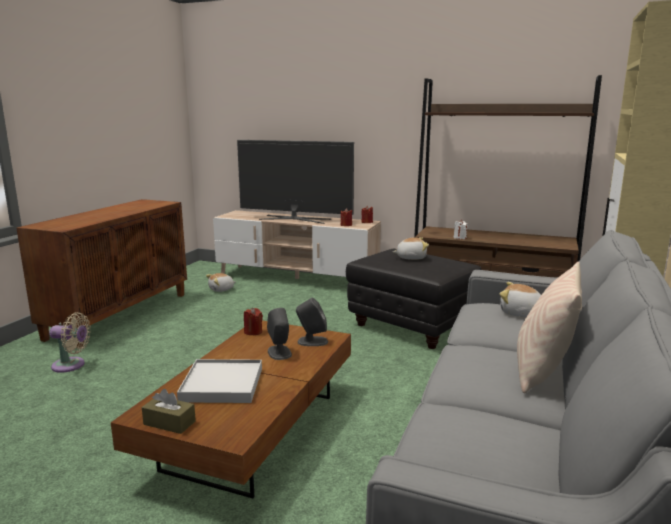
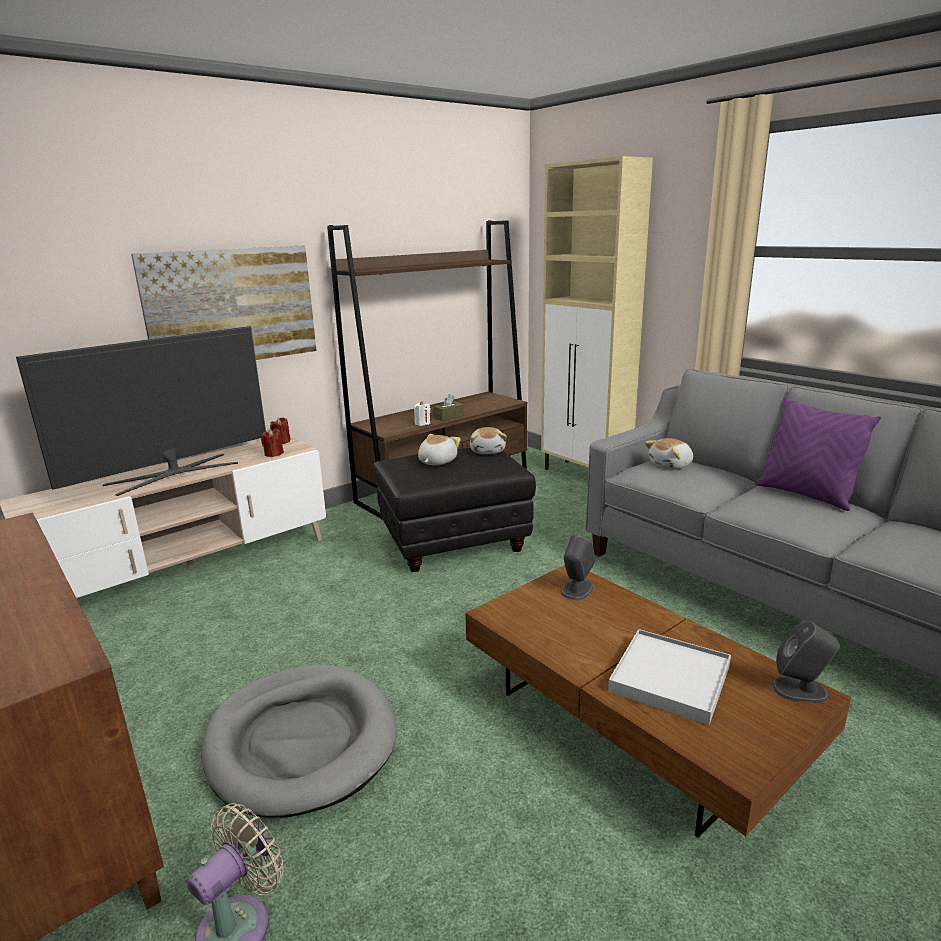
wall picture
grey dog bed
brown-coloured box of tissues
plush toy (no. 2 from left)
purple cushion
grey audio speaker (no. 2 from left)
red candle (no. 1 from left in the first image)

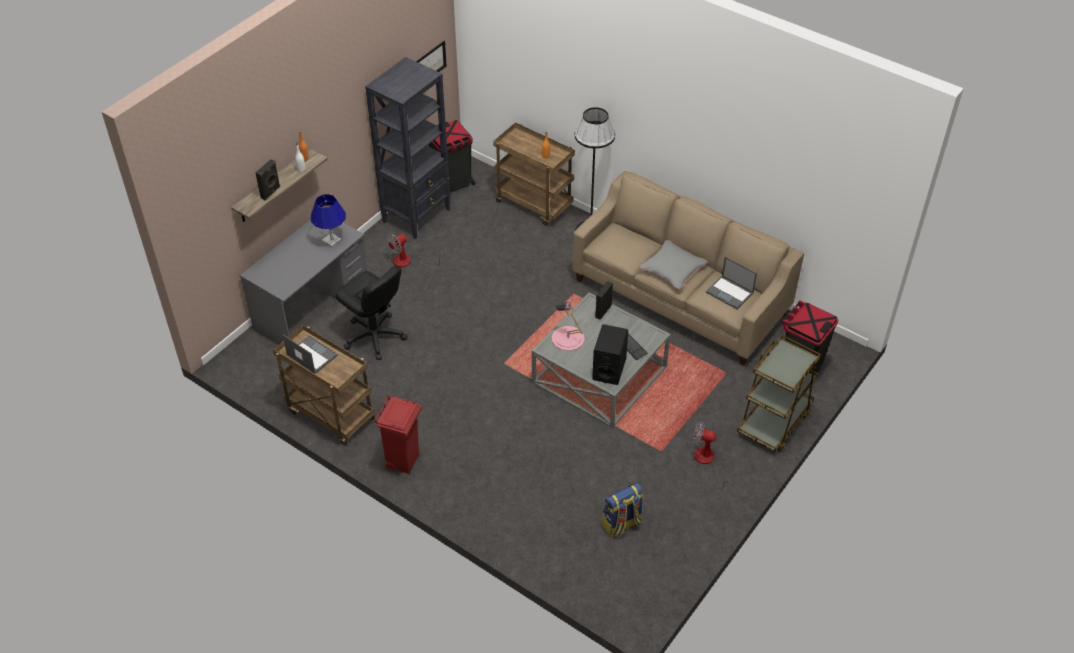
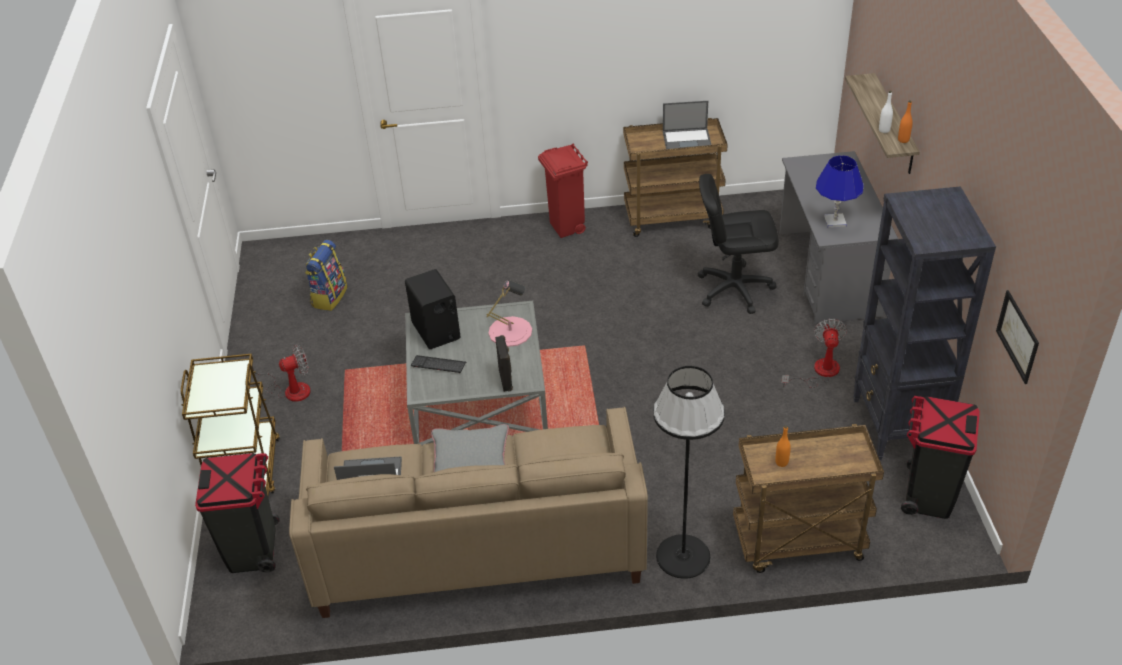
black-coloured audio speaker (no. 1 from left in the first image)

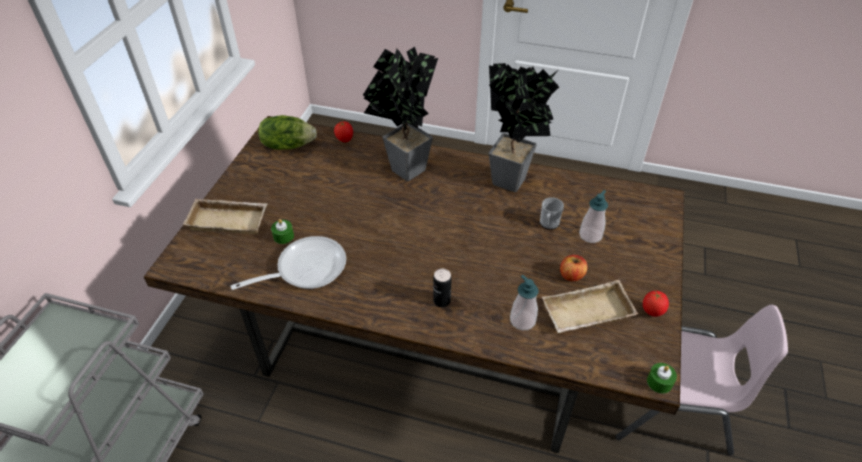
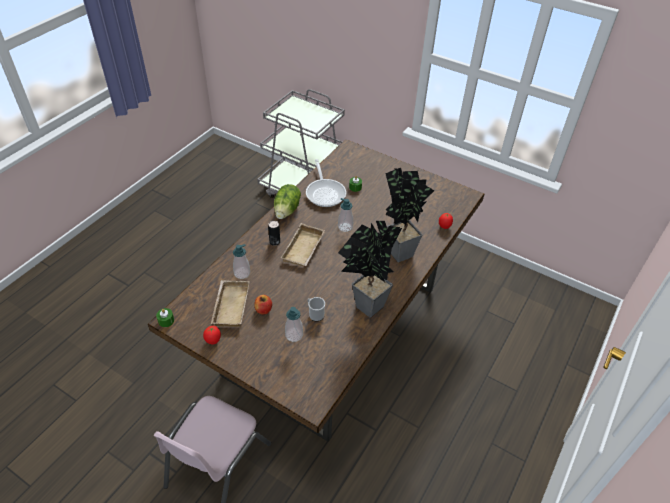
lettuce head
beige carrying tray (no. 2 from left)
soap bottle (no. 3 from left)

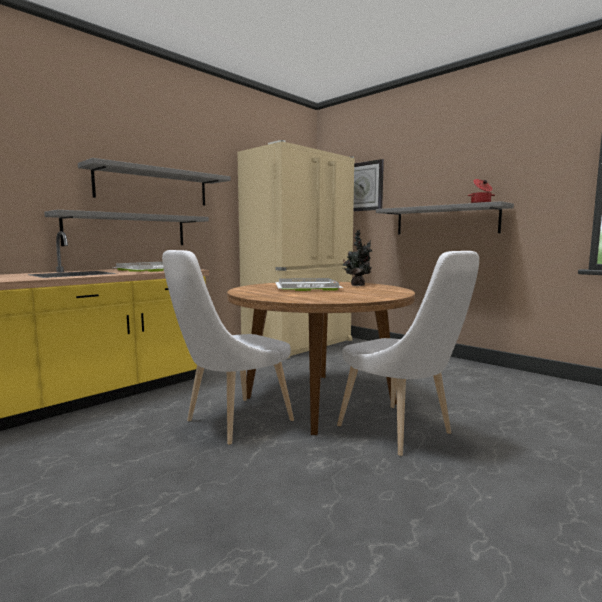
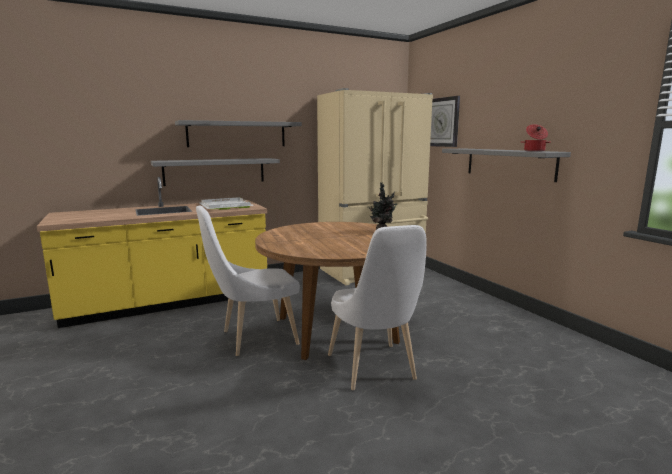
white carrying tray (no. 2 from left in the first image)

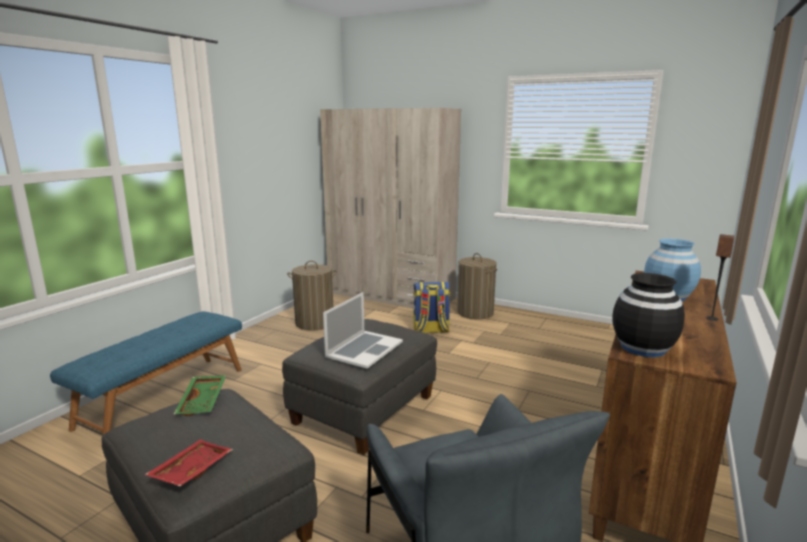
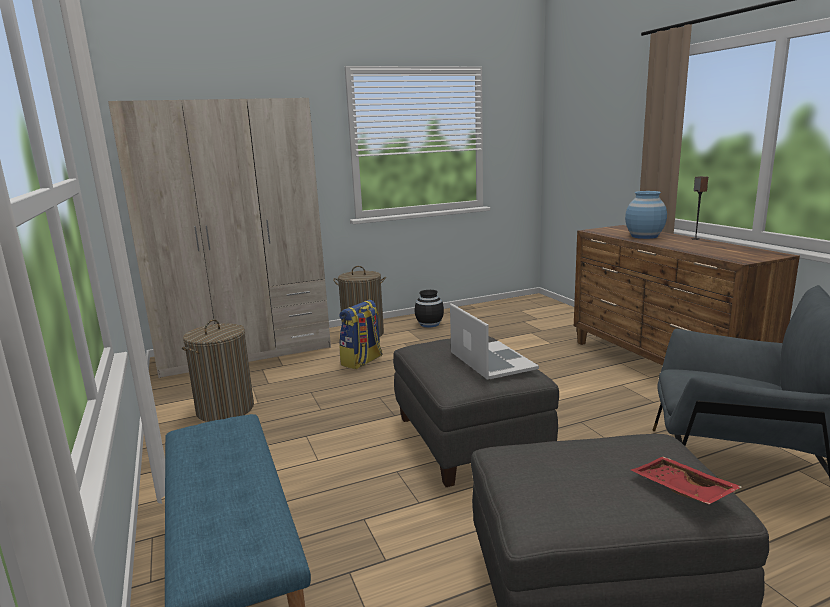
black-coloured flower vase
green carrying tray

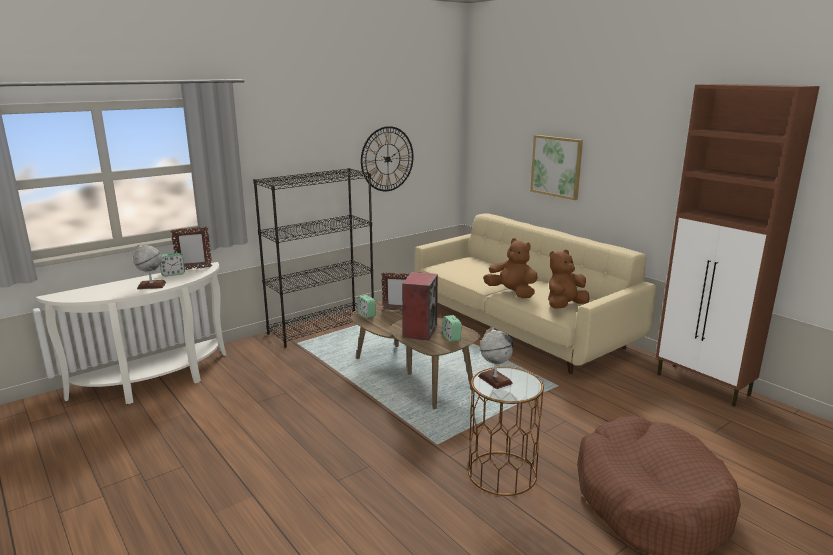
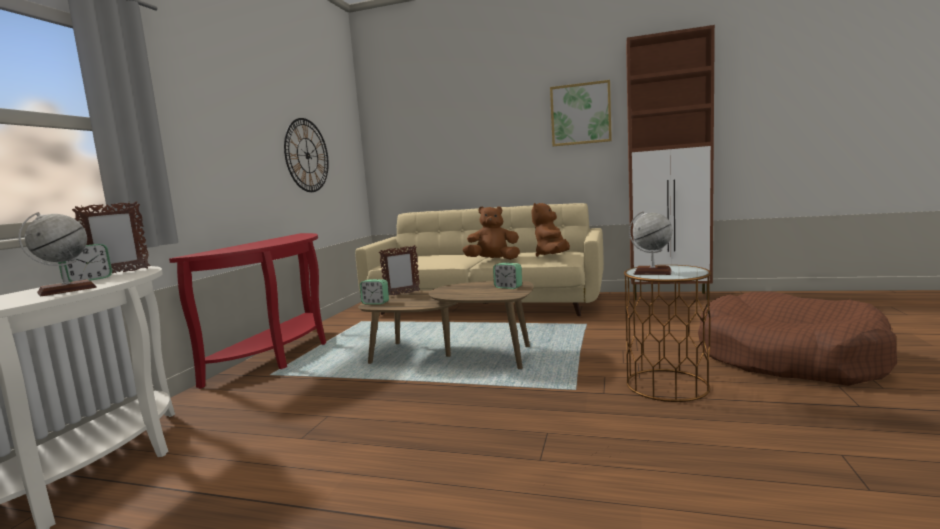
red console table
wall picture
audio speaker

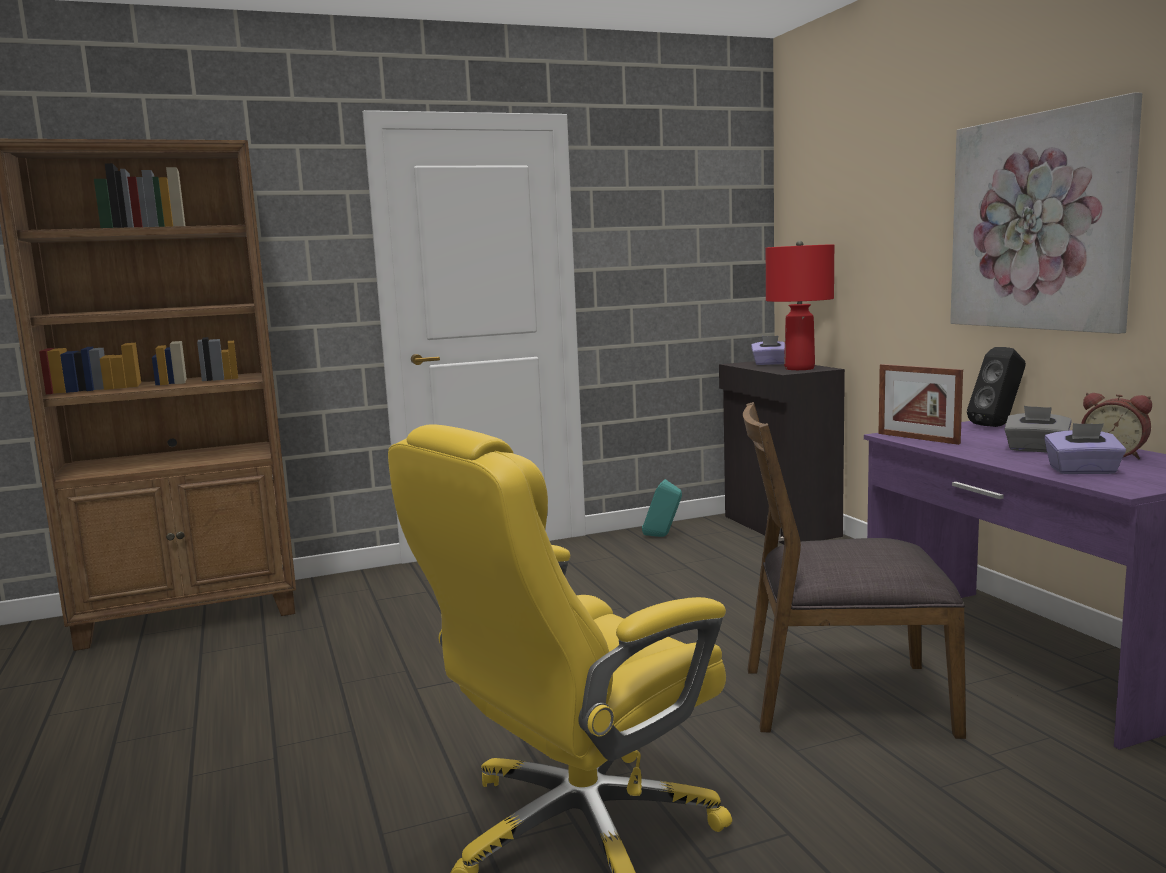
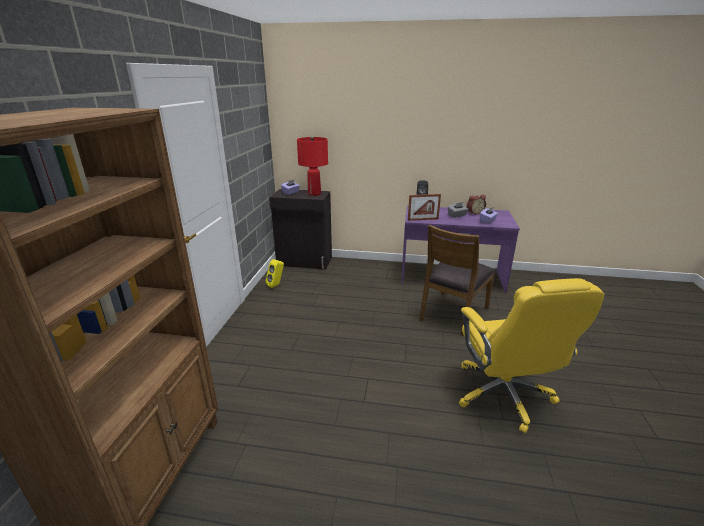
yellow audio speaker
wall picture

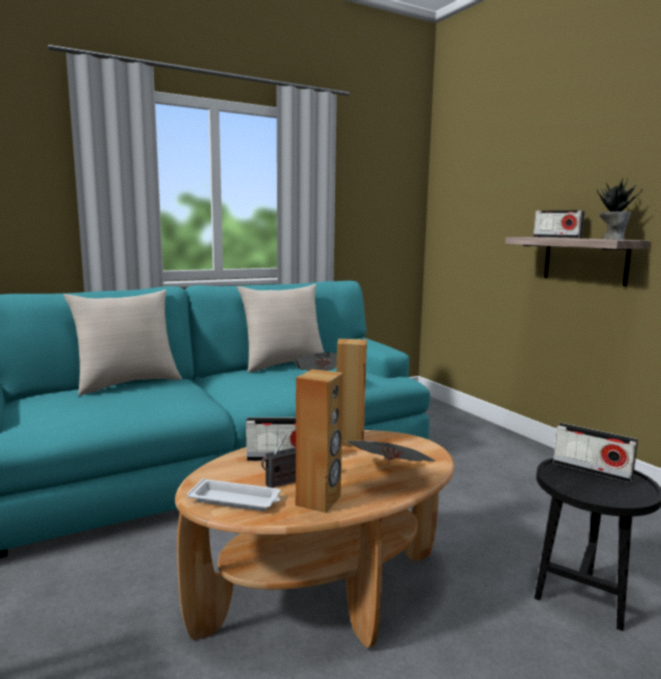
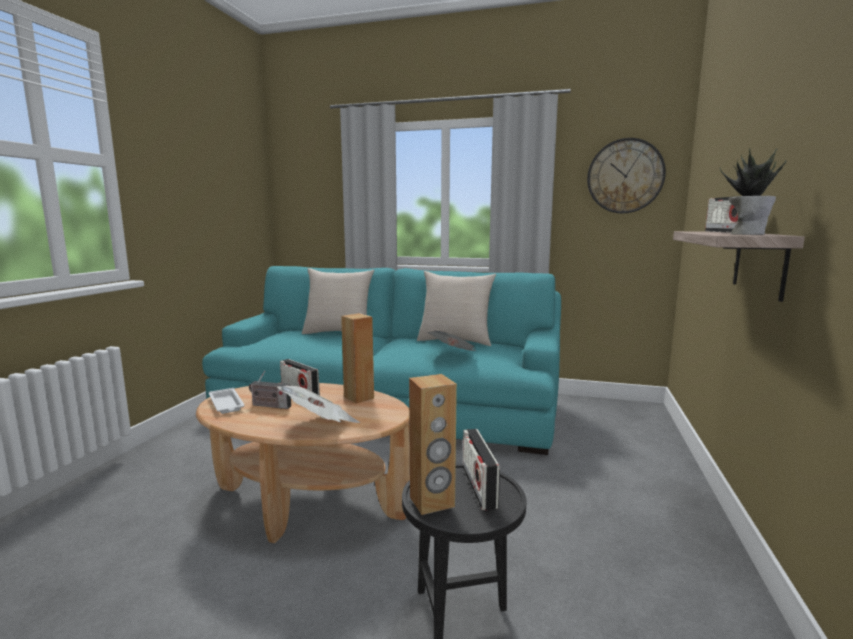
brown-coloured audio speaker (no. 2 from left)
clock on the wall

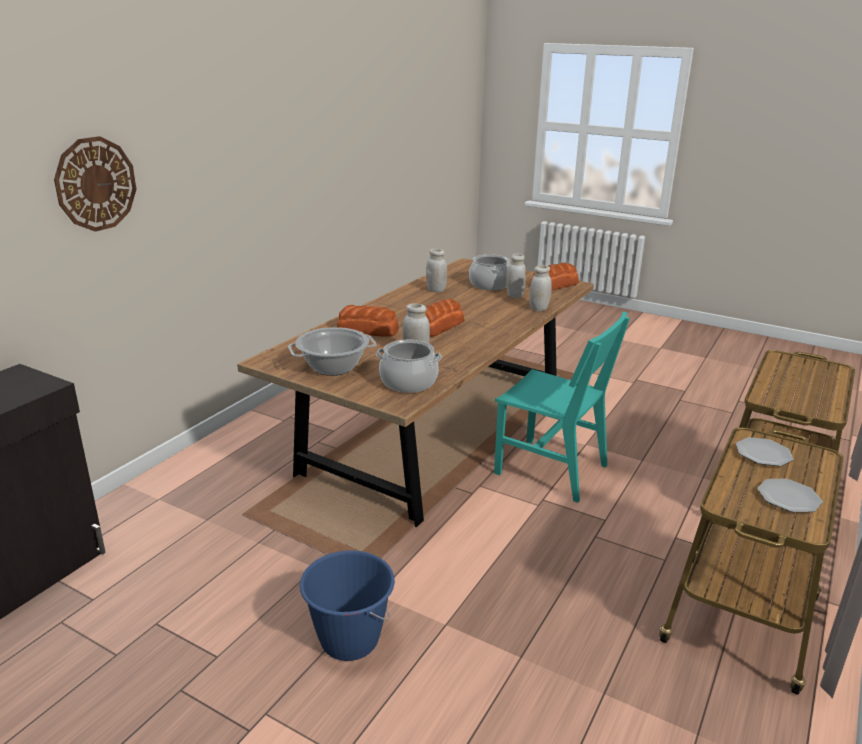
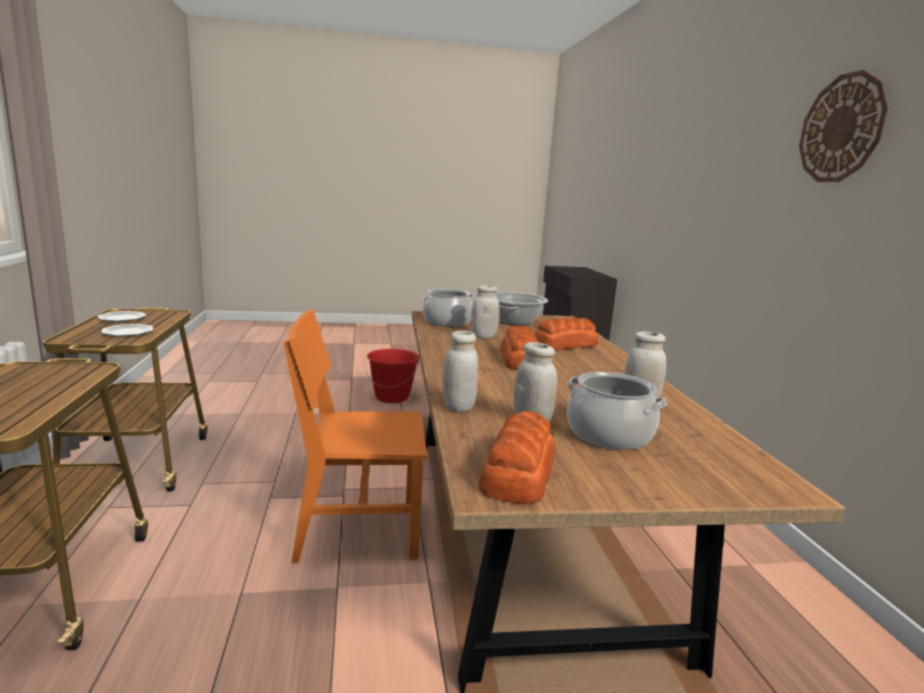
orange plain chair
red bucket
clock on the wall

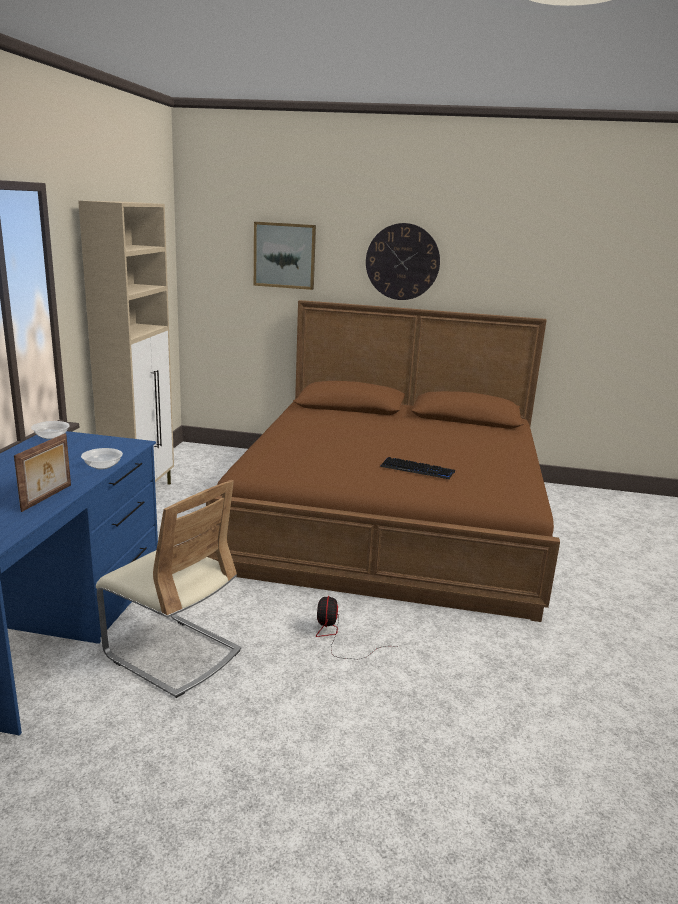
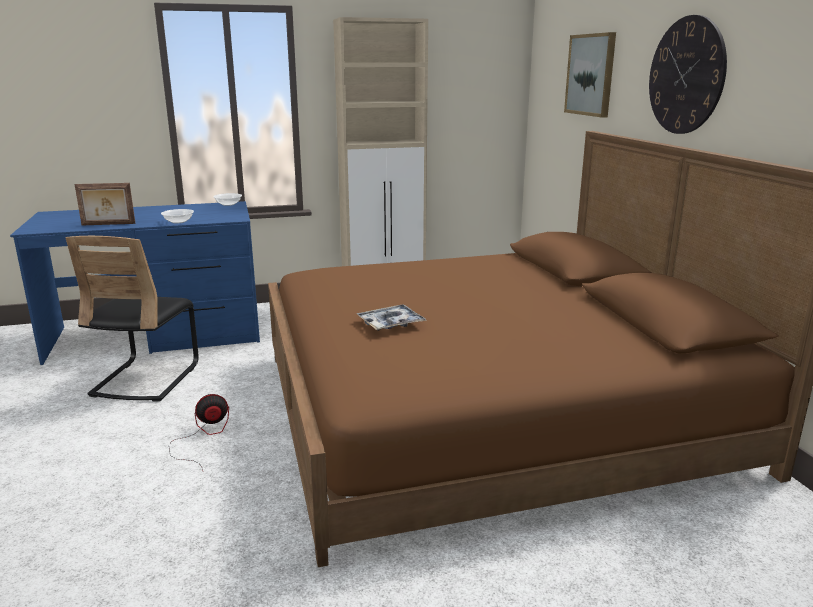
black-coloured plain chair
carrying tray

